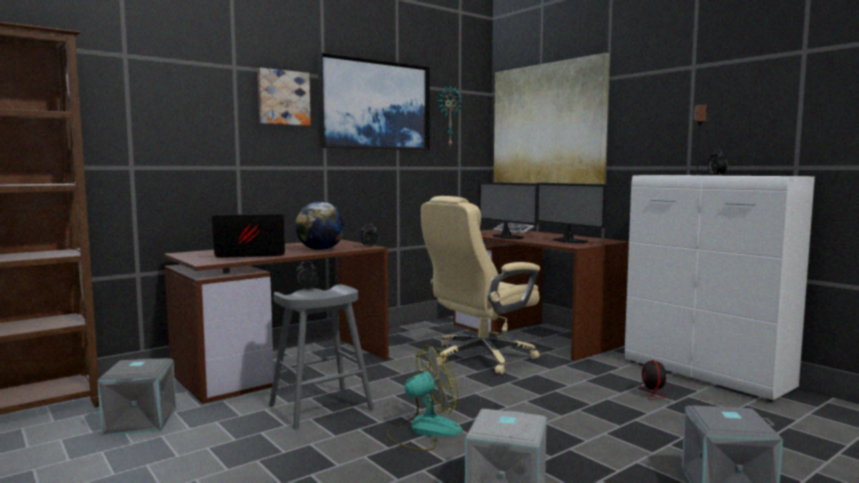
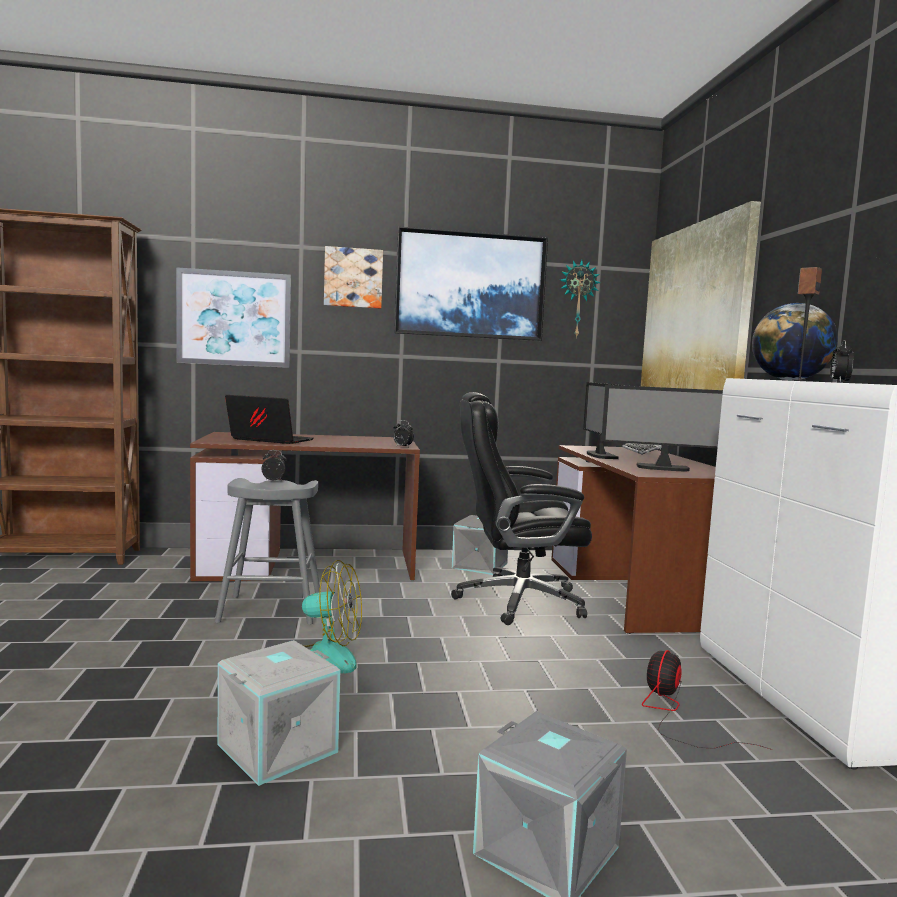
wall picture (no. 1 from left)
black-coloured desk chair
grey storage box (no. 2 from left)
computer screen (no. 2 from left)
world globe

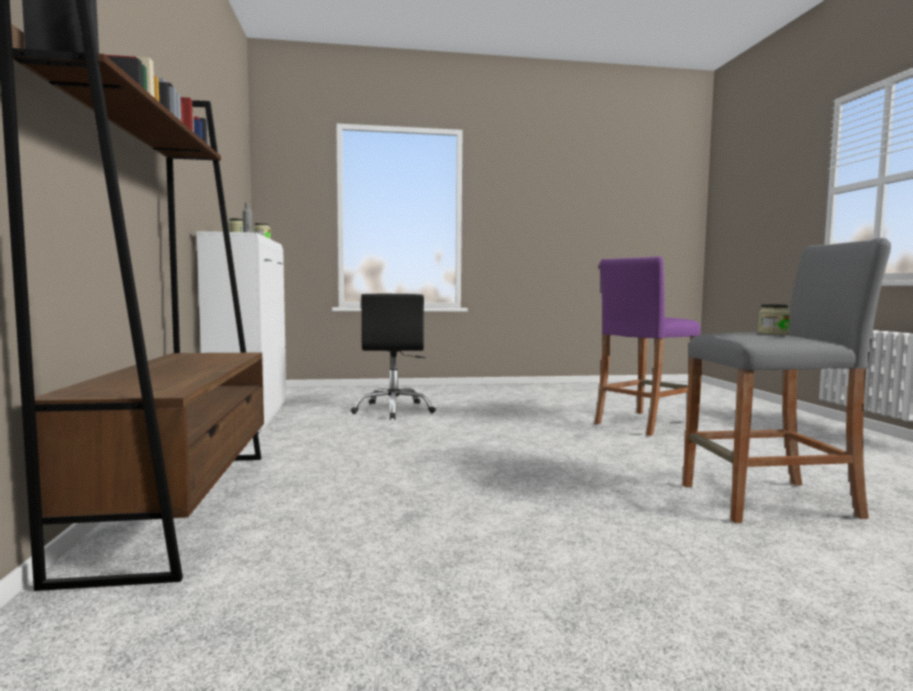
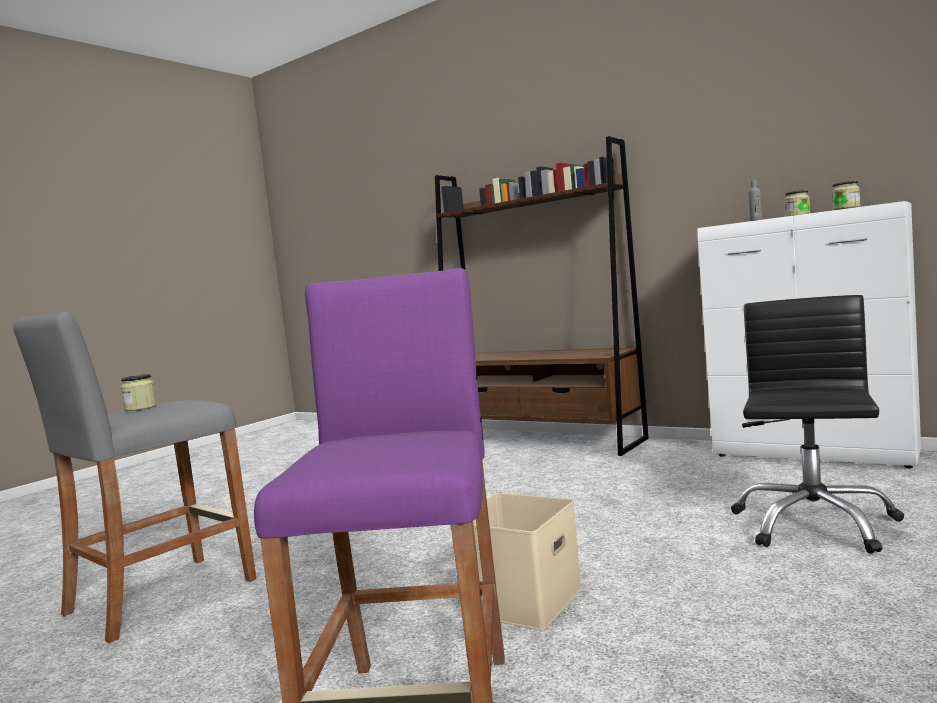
beige storage box
black-coloured desk chair

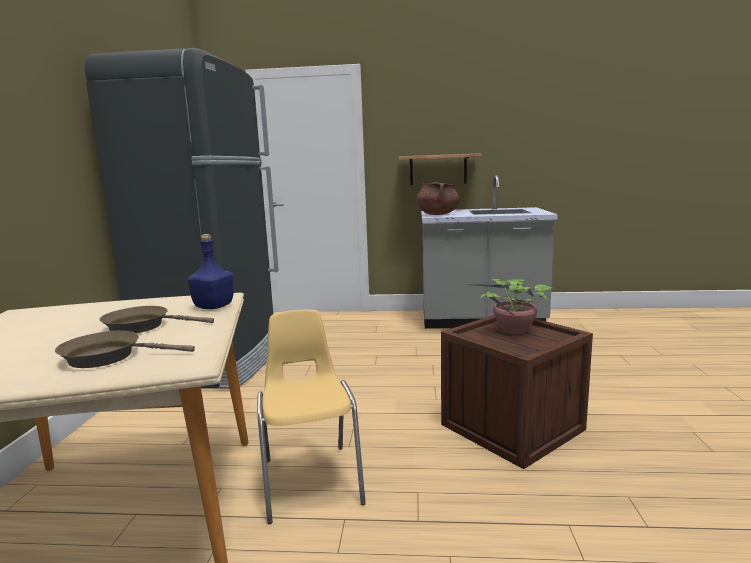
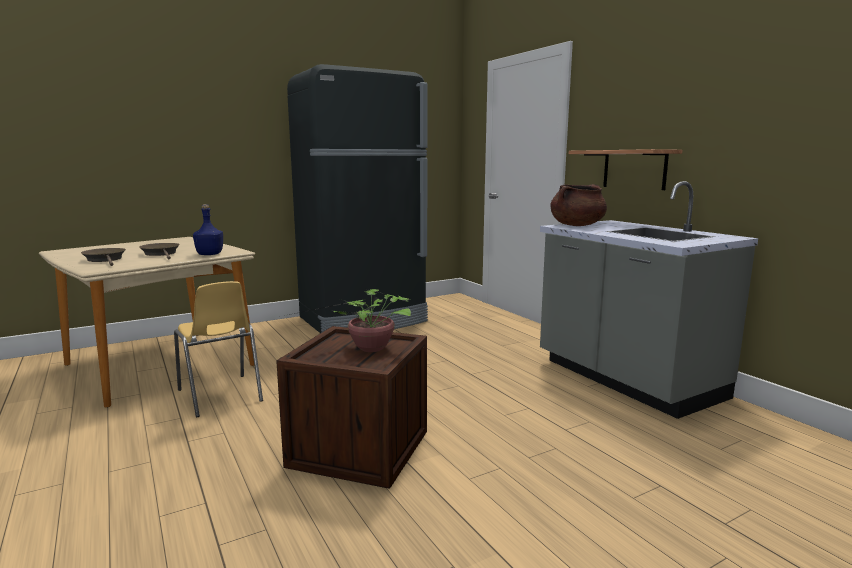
yellow plain chair

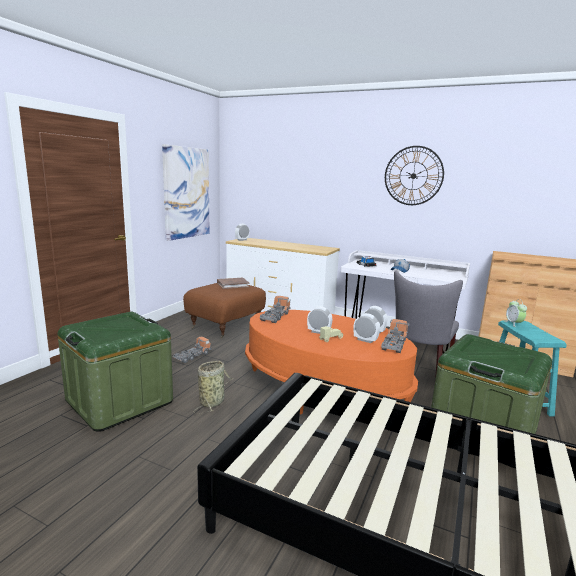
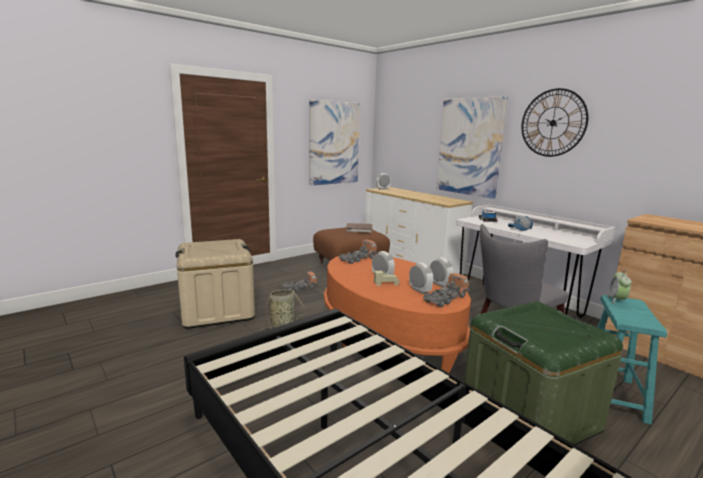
beige storage box
wall picture (no. 2 from left)

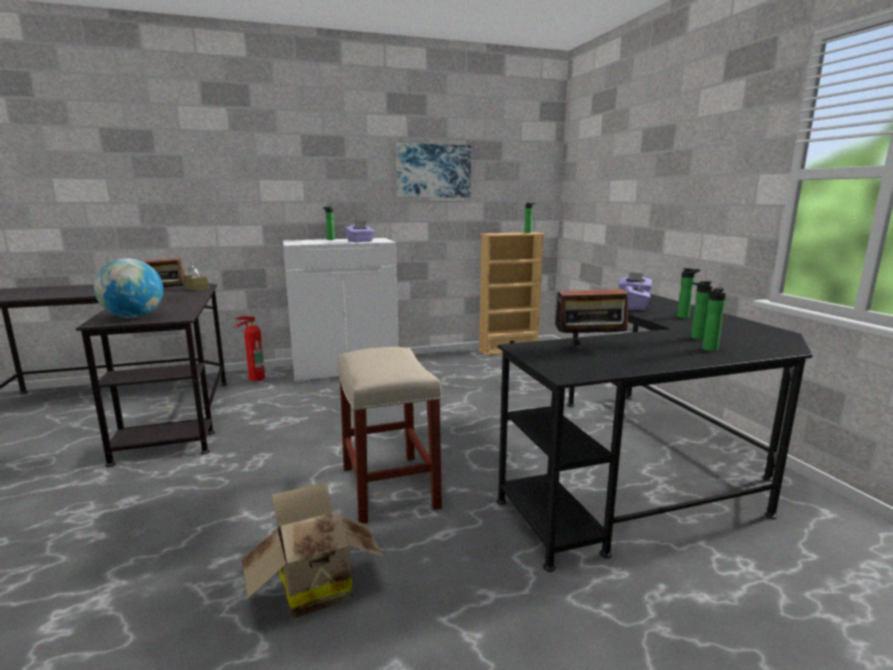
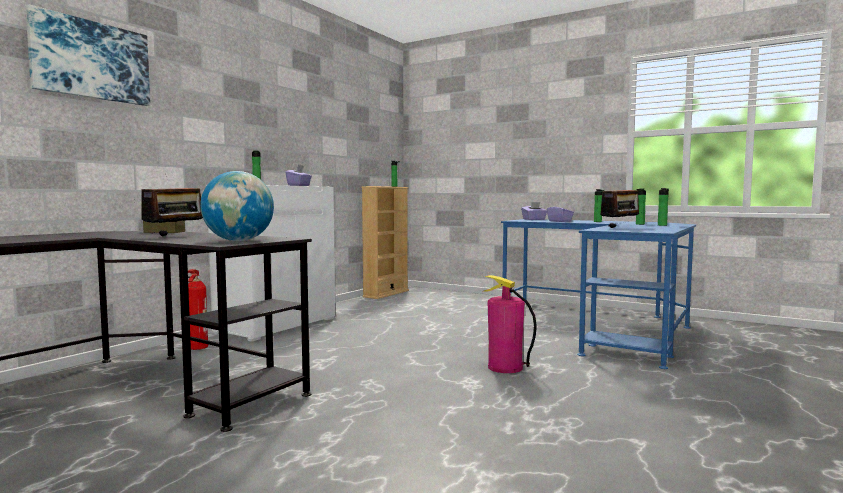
wall picture
fire-fighting cylinder (no. 2 from left)
blue-coloured desk table
carton

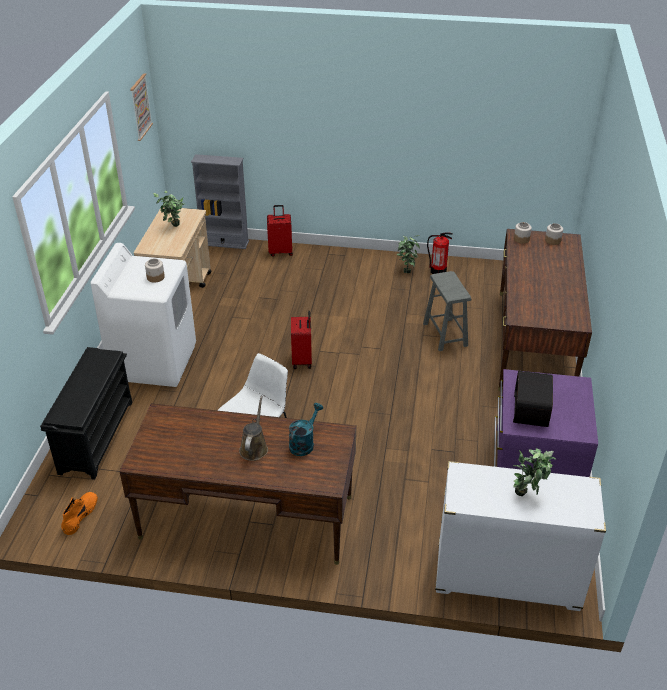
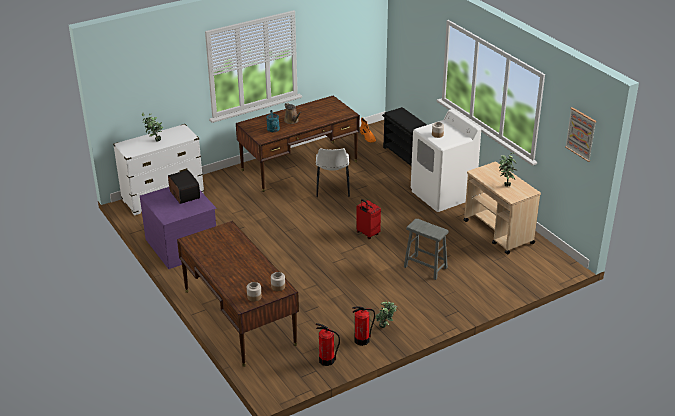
fire-fighting cylinder (no. 1 from left)
grey sitting stool
grey bookshelf
red suitcase (no. 1 from left in the first image)

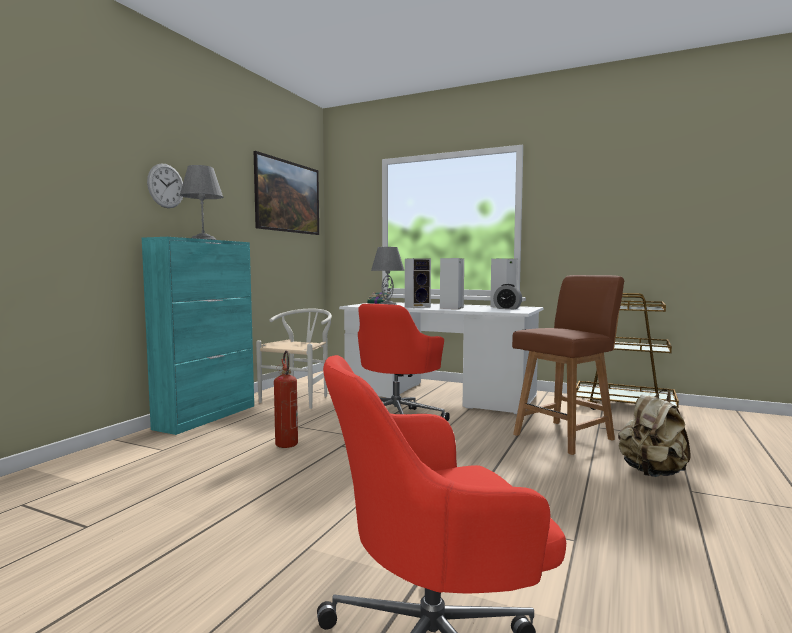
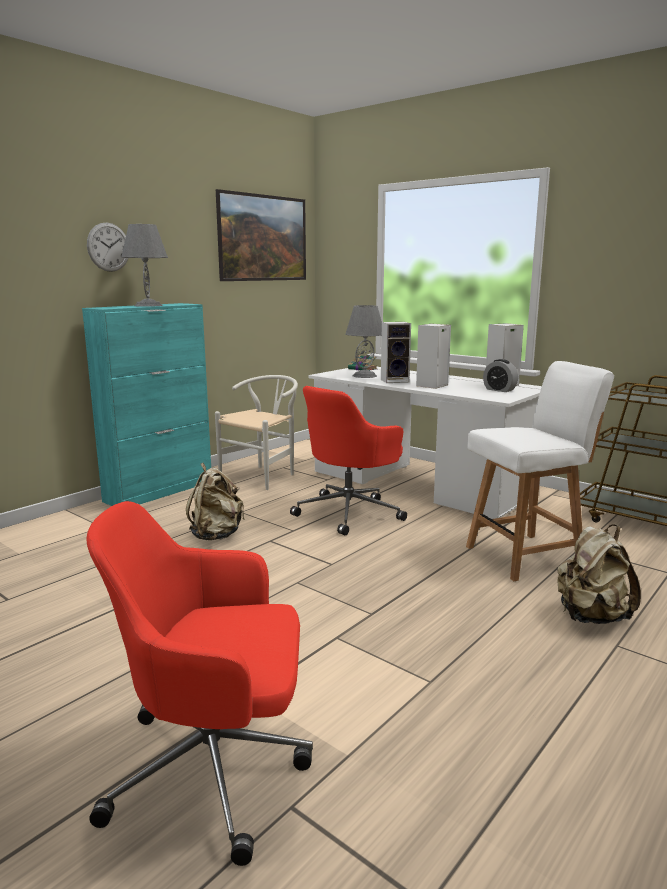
beige rucksack (no. 1 from left)
white plain chair (no. 2 from left)

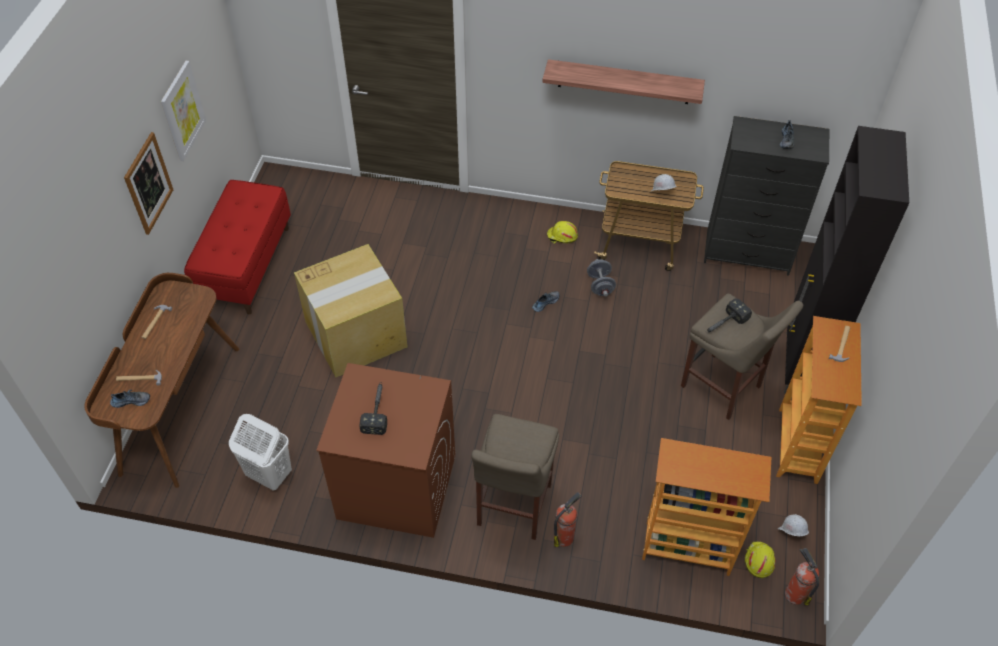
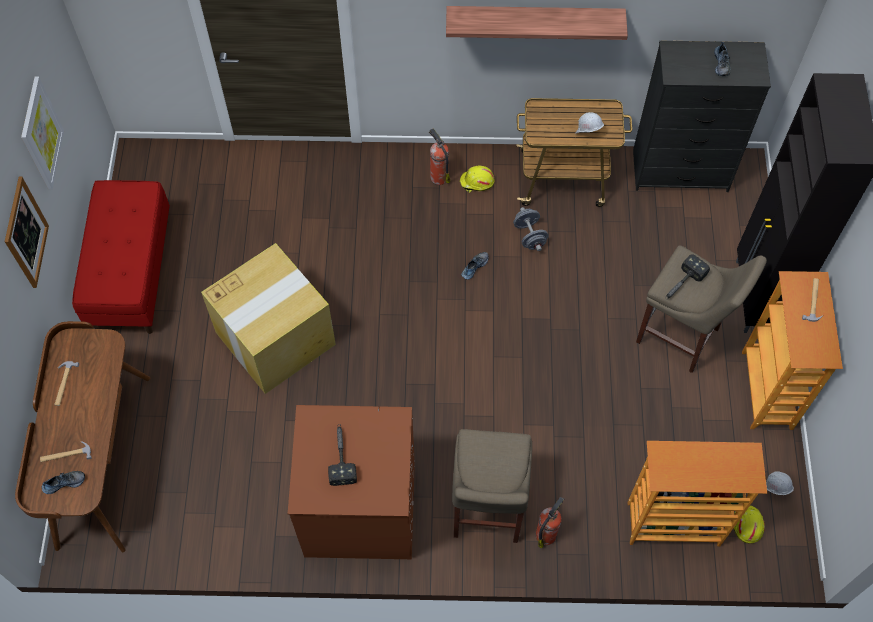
fire-fighting cylinder (no. 1 from left)
white laundry basket

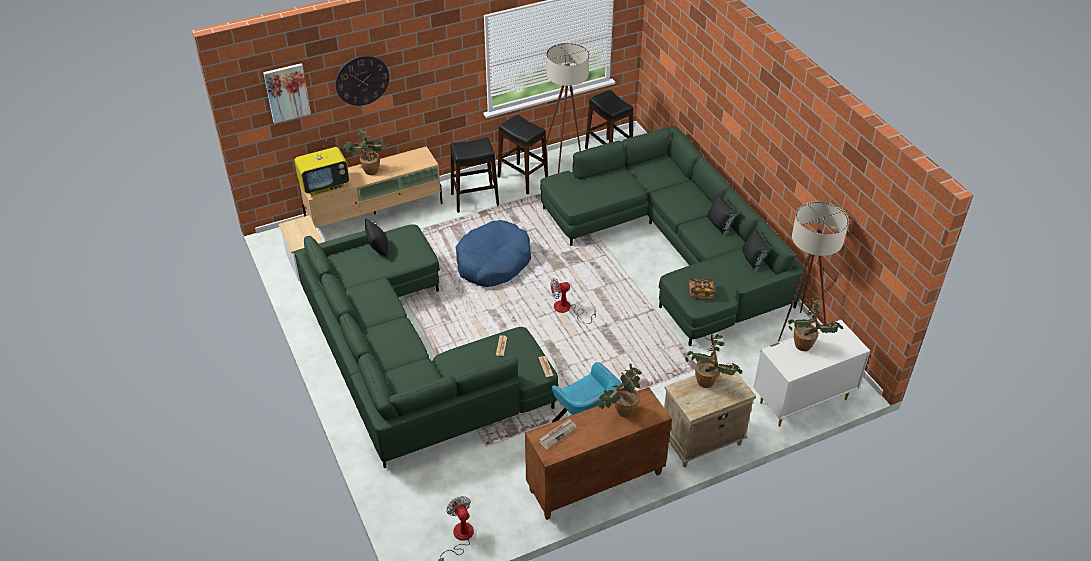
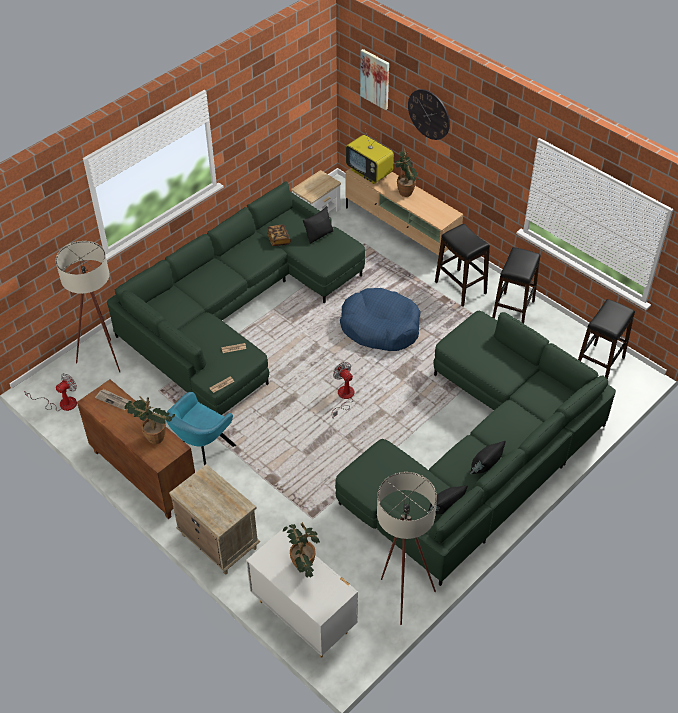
beige standing lamp (no. 1 from left)
bound book
houseplant (no. 3 from left in the first image)

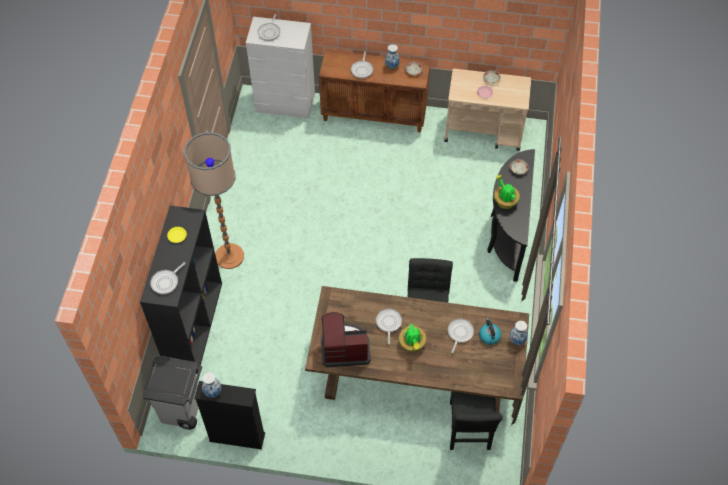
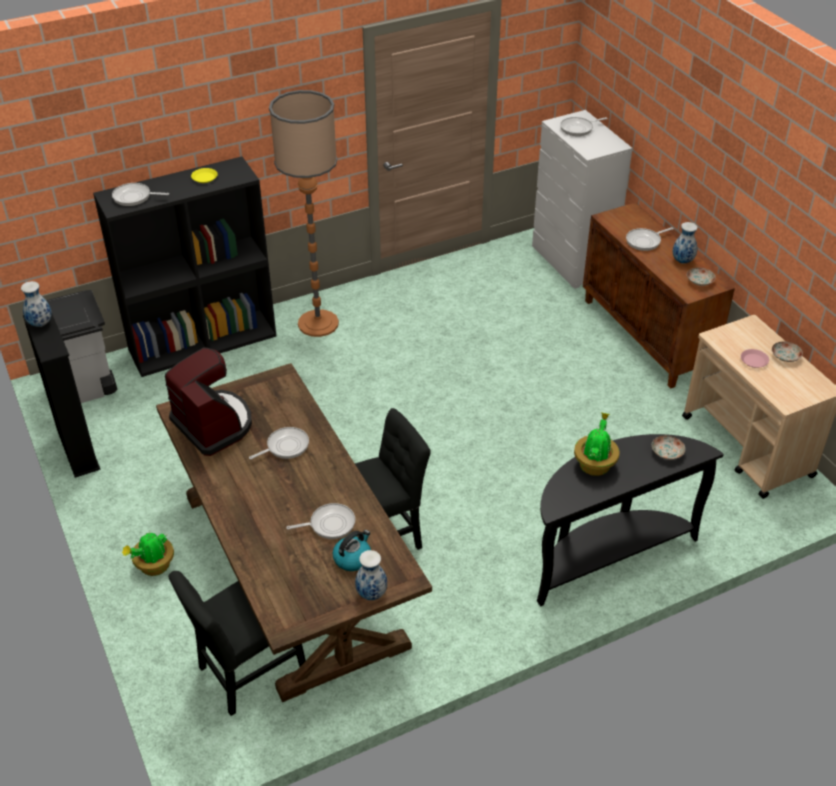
houseplant (no. 1 from left)

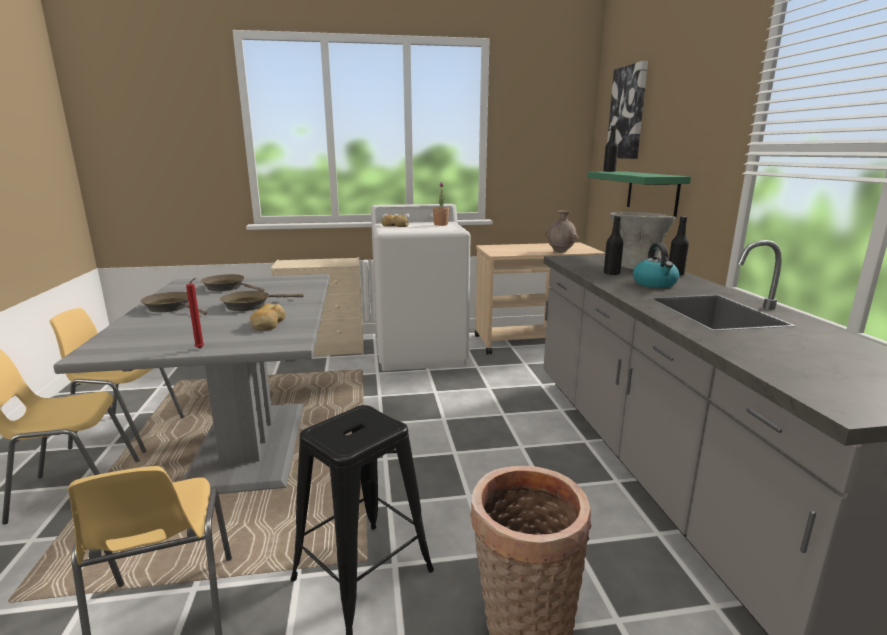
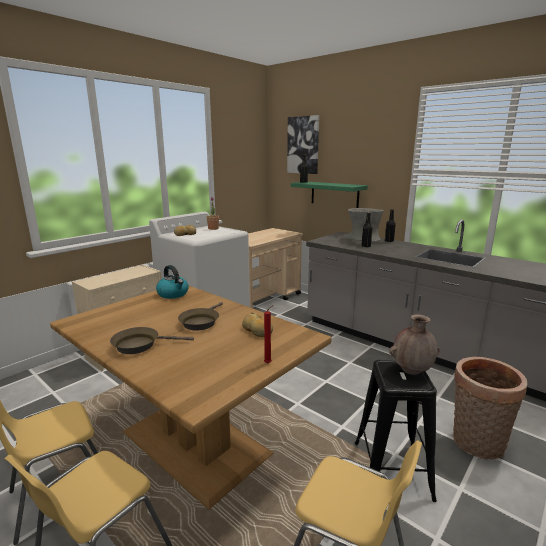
brown-coloured dinner table
water kettle
brown-coloured flower vase
brown-coloured skillet (no. 2 from left in the first image)

